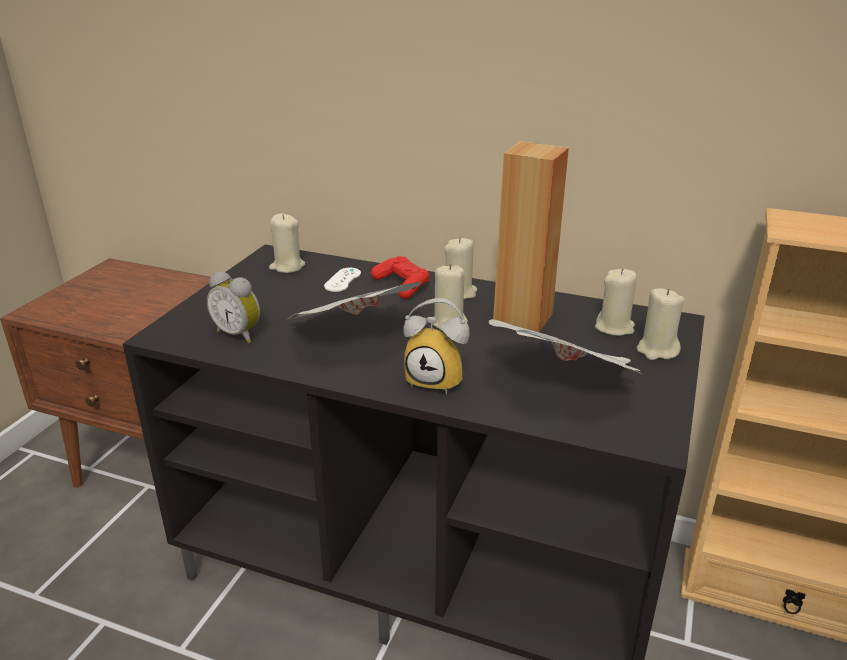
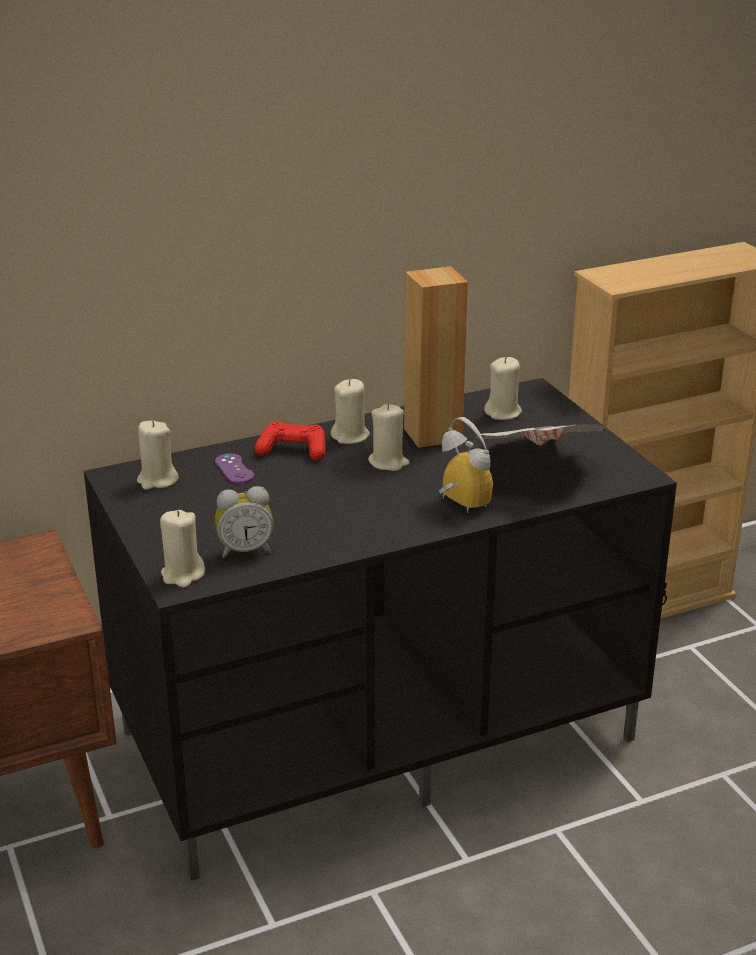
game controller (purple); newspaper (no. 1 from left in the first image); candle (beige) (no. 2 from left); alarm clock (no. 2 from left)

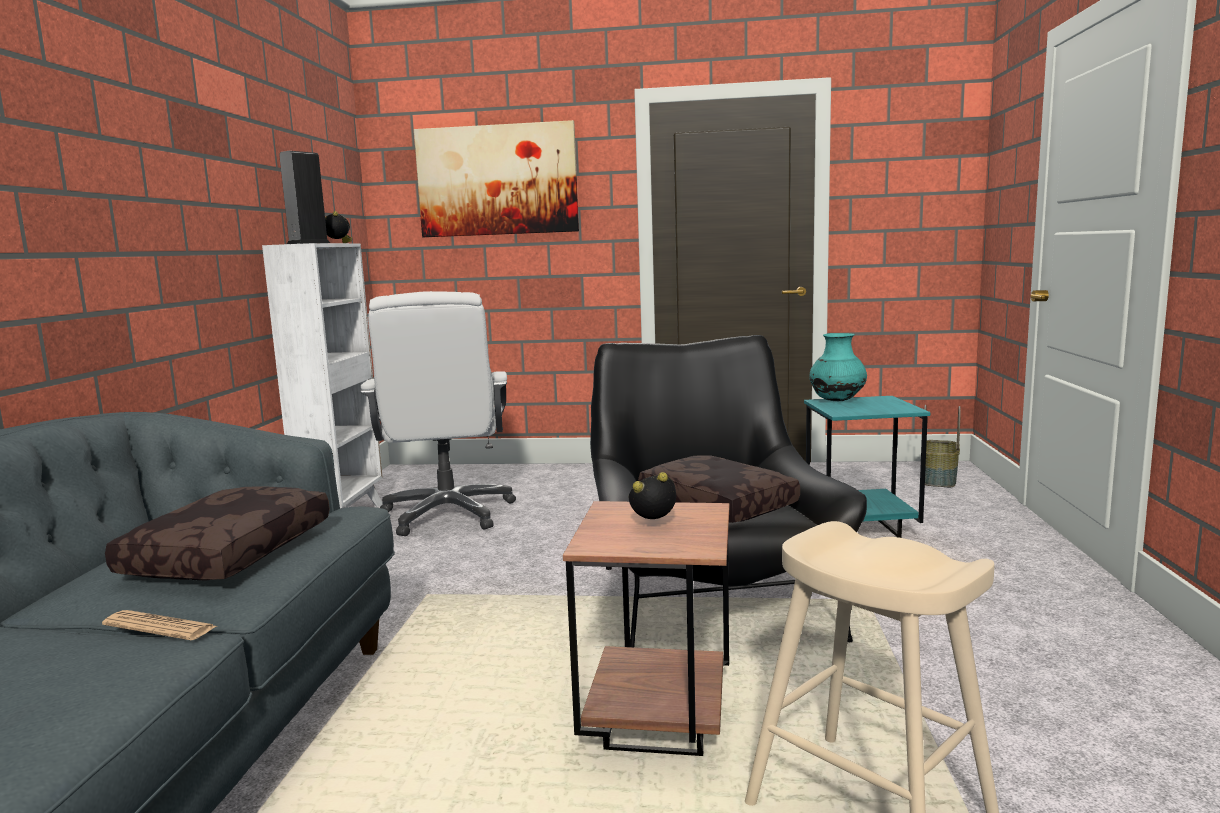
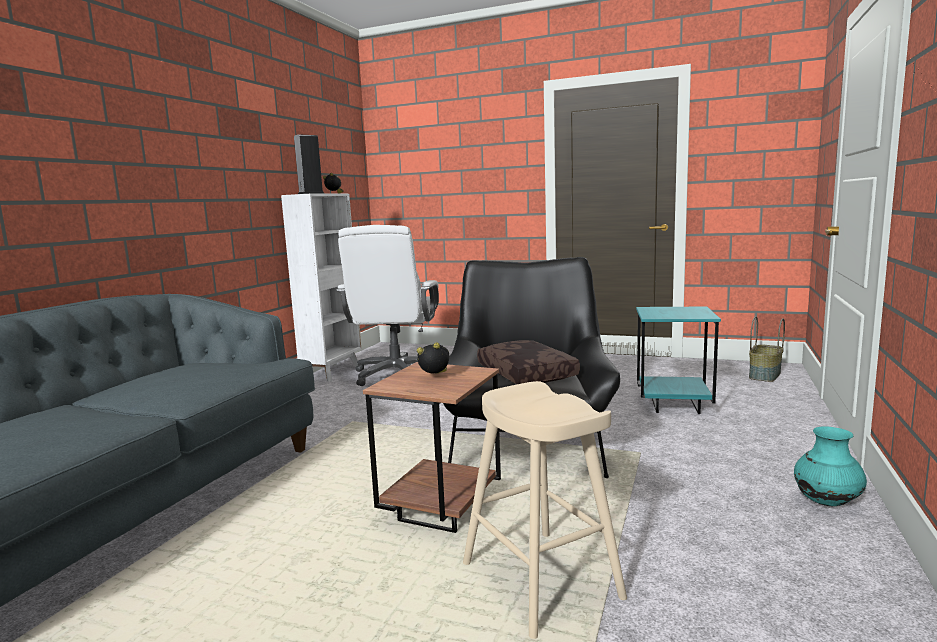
picture; vase (turquoise); pillow (brown) (no. 1 from left in the first image); newspaper

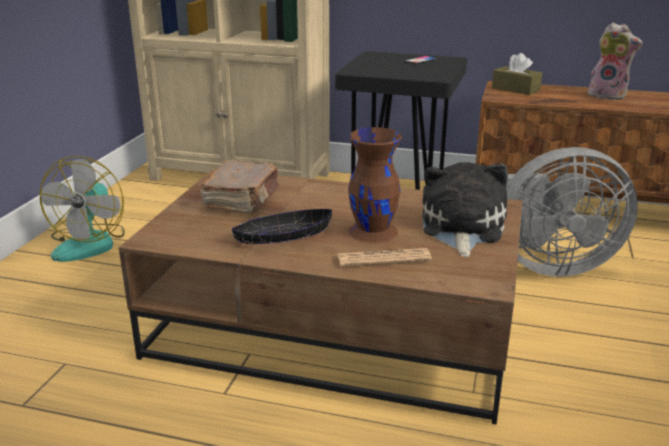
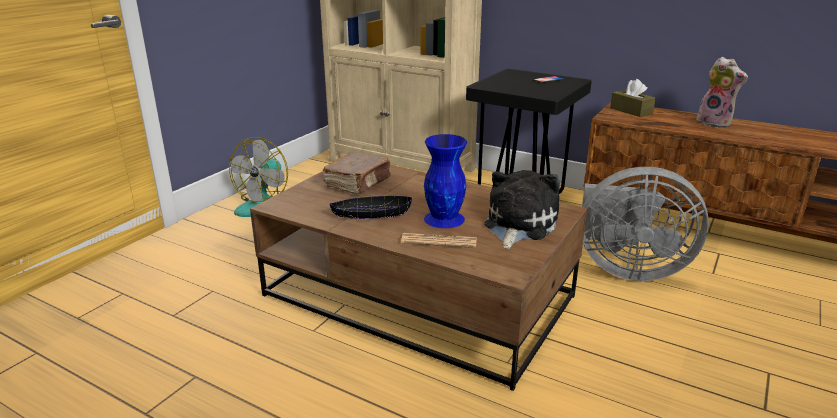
vase (blue)

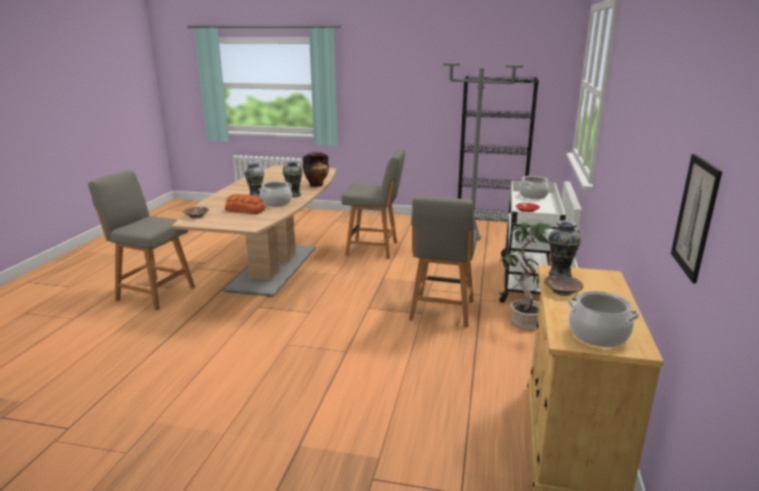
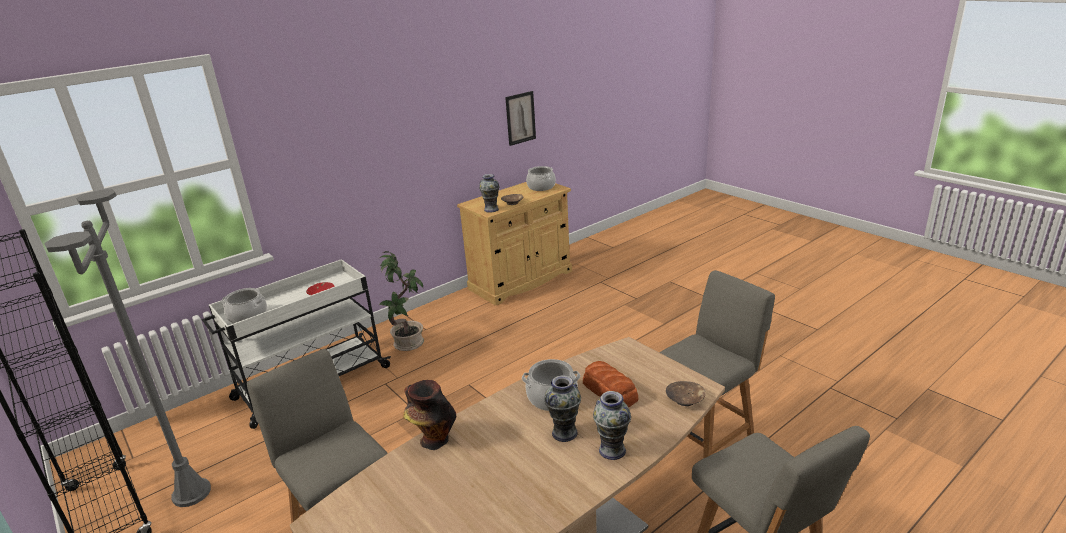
vase (no. 4 from left); chair (grey) (no. 2 from left)

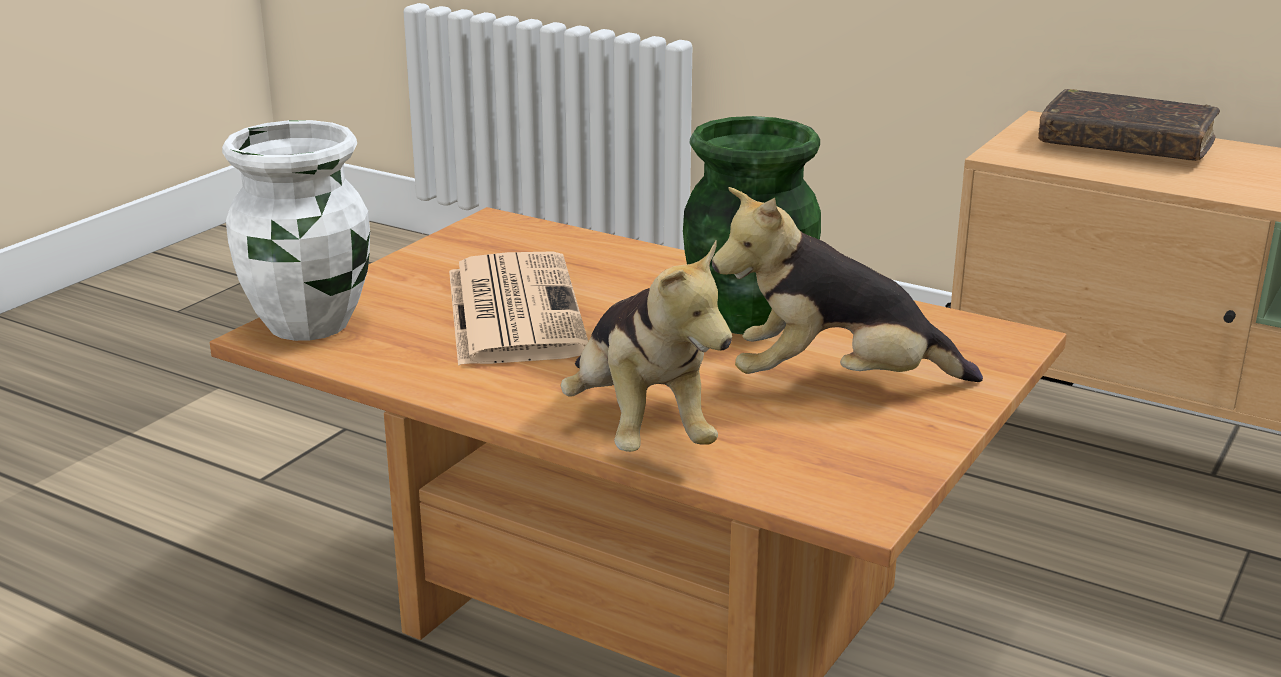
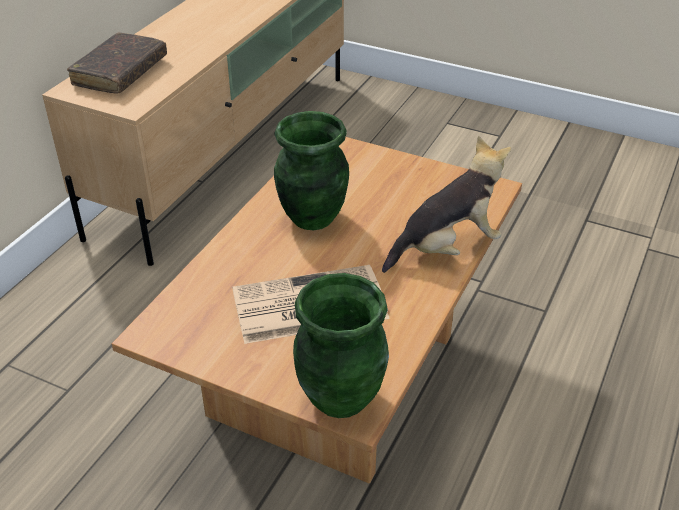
vase (green) (no. 2 from left); plush toy (no. 2 from left in the first image)

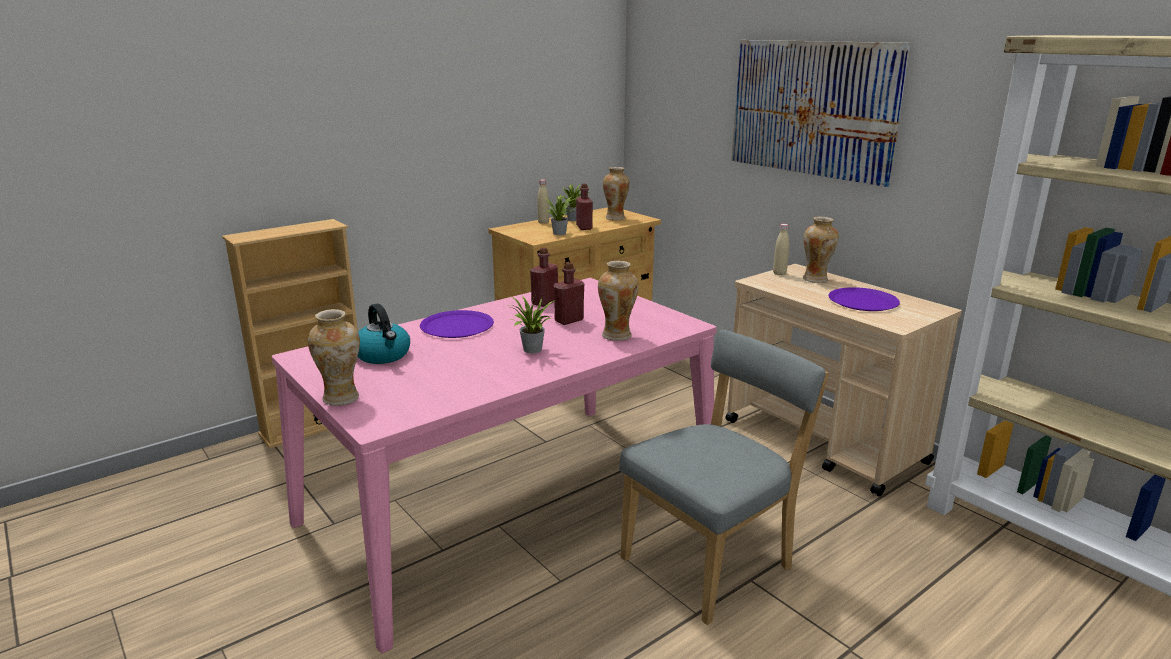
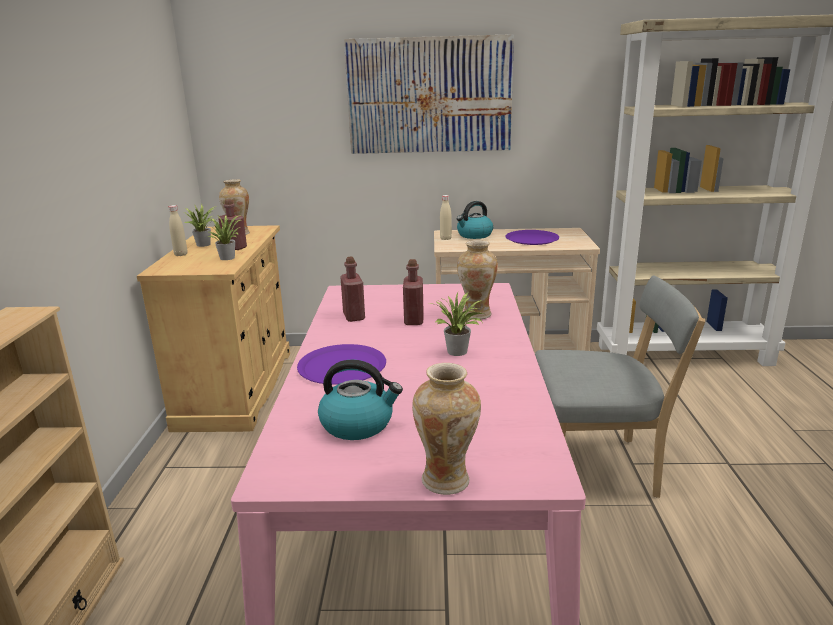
kettle (no. 2 from left); chair (grey)

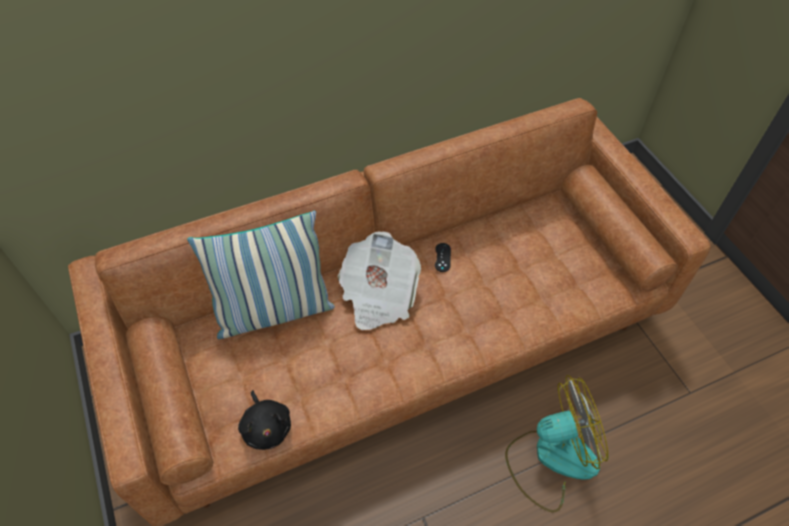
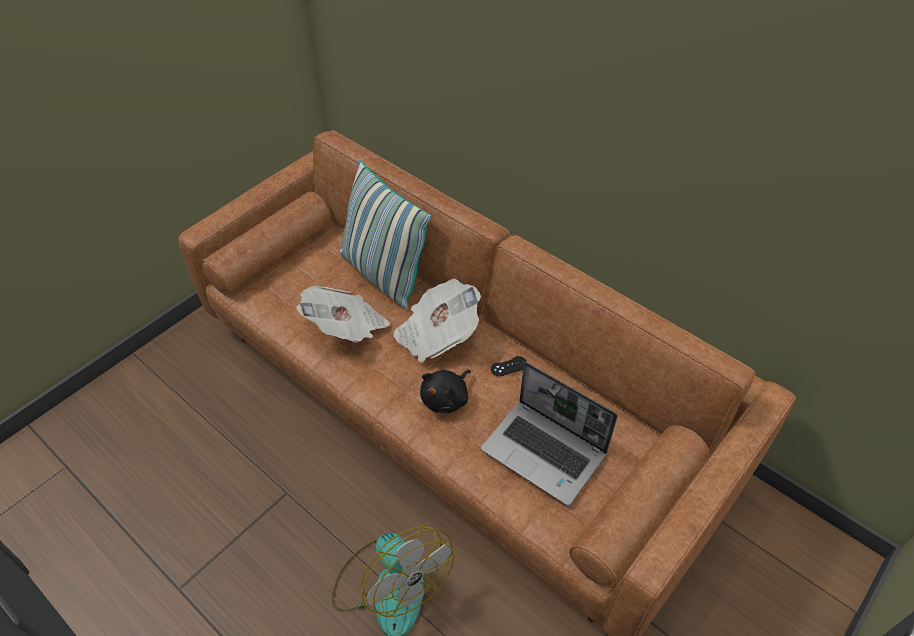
plush toy (black); newspaper (no. 1 from left); laptop

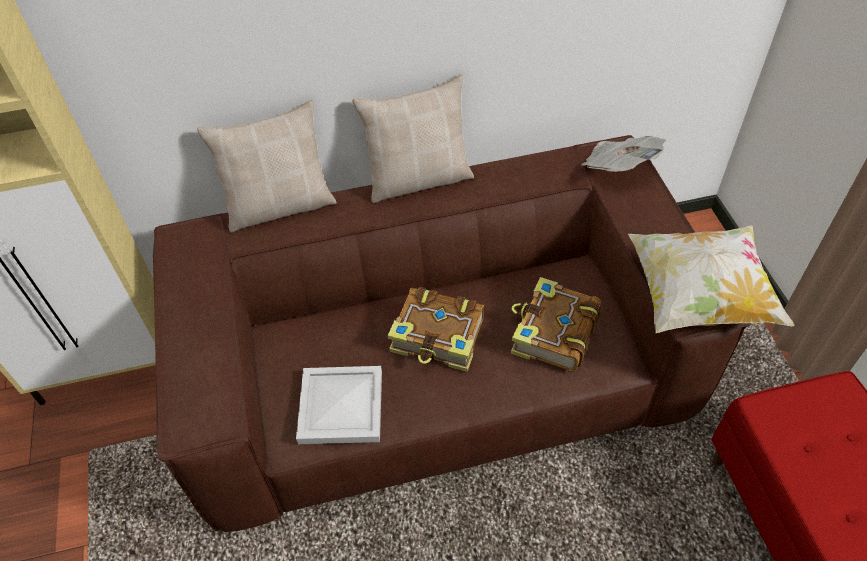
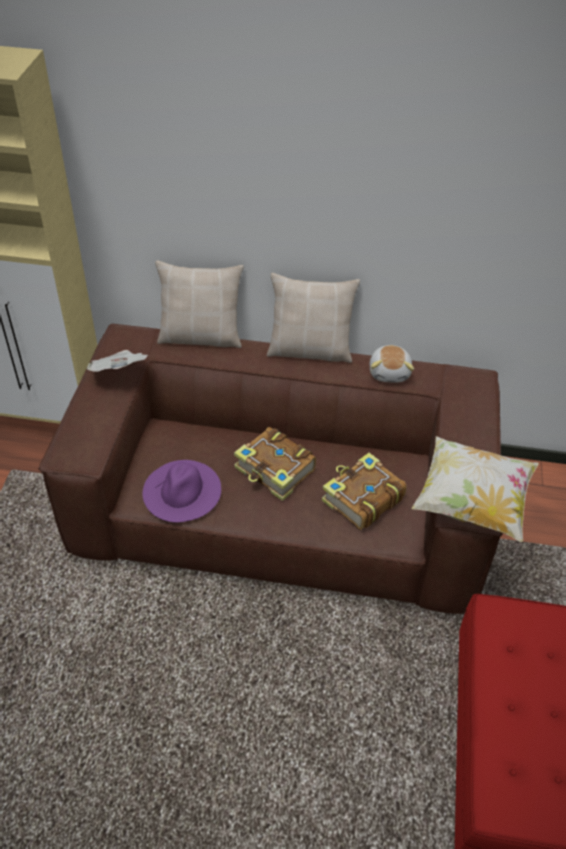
newspaper; hat (purple); plush toy

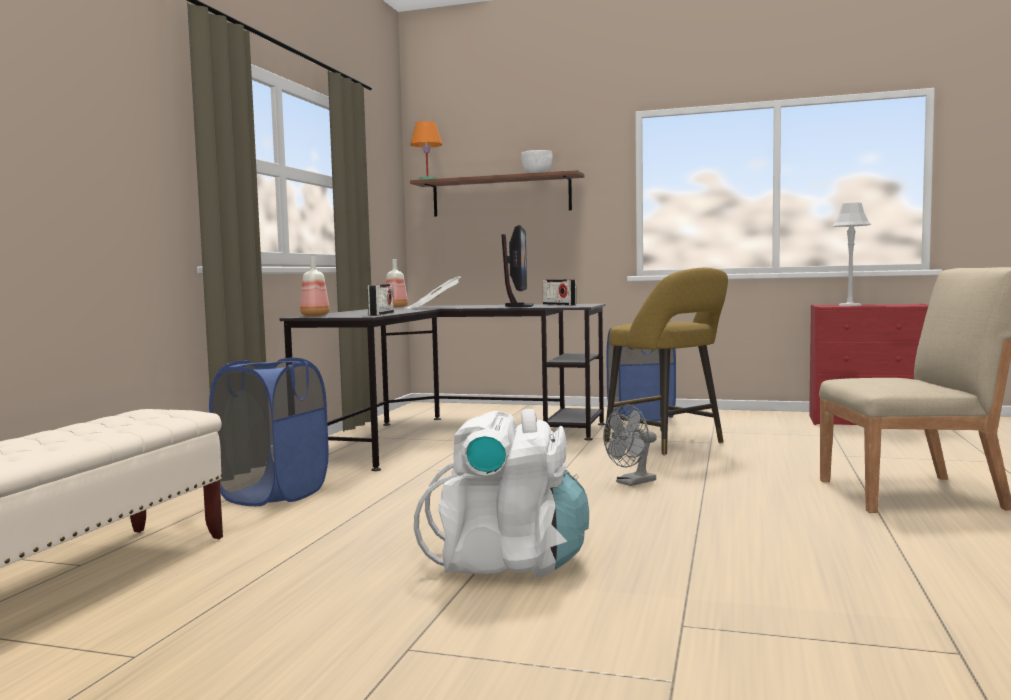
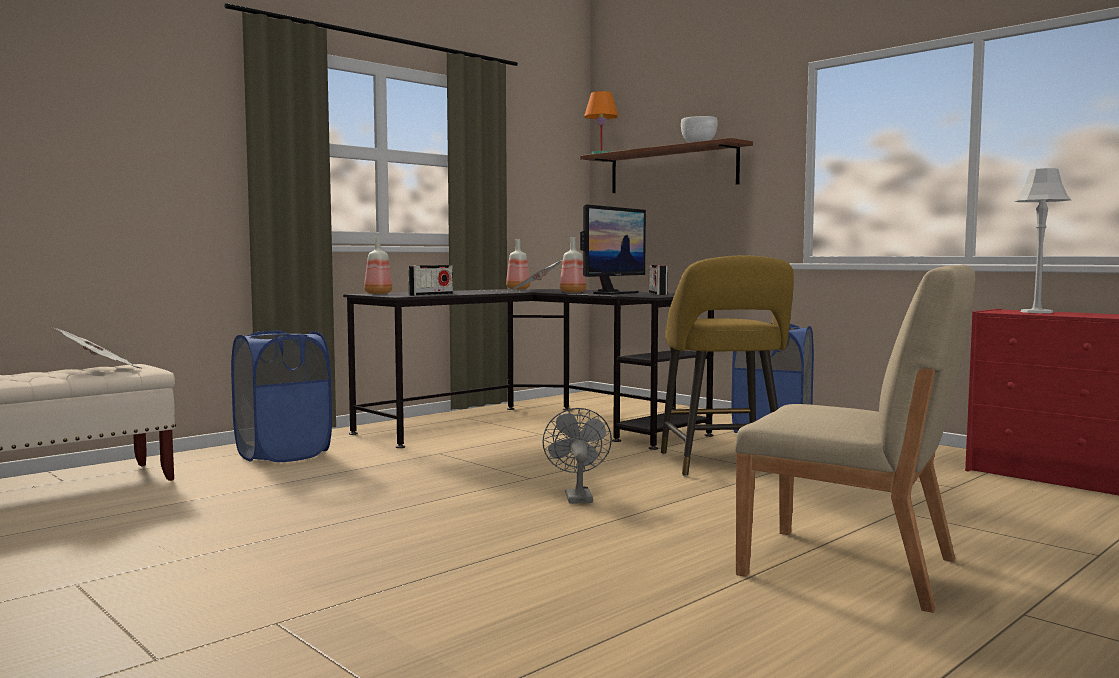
fan (grey); backpack (white); bottle (no. 3 from left); newspaper (no. 1 from left)

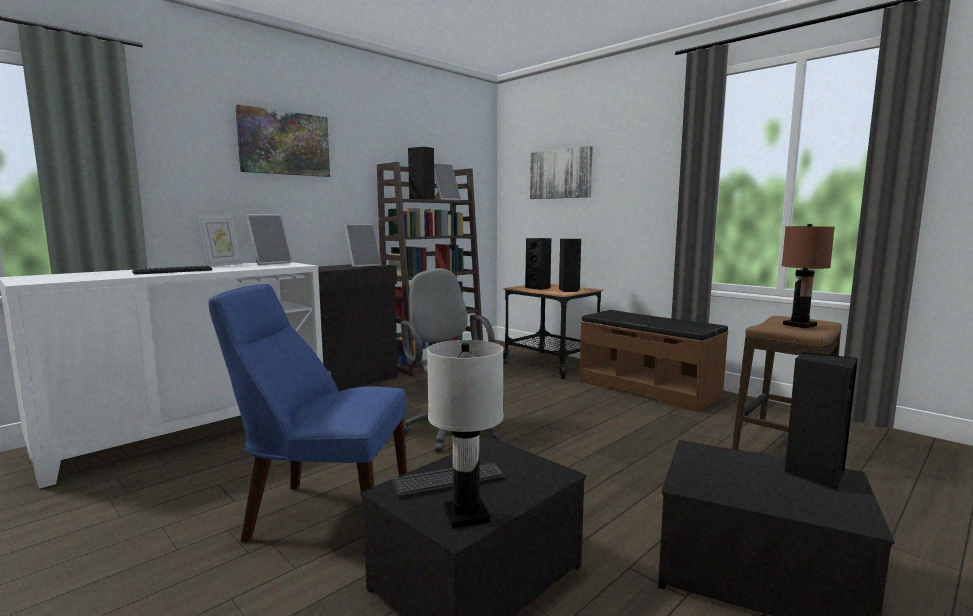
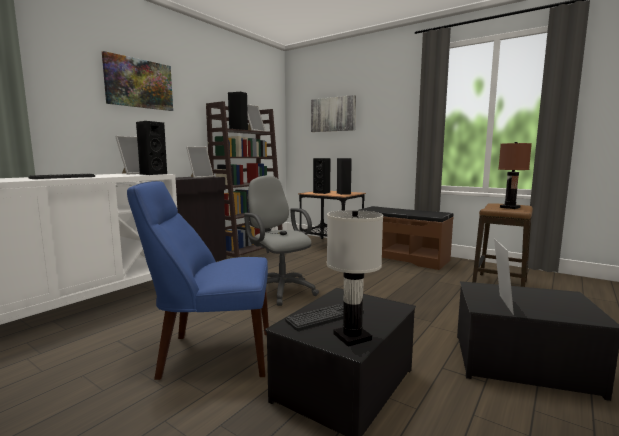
picture frame (no. 4 from left); speaker (black) (no. 1 from left)

